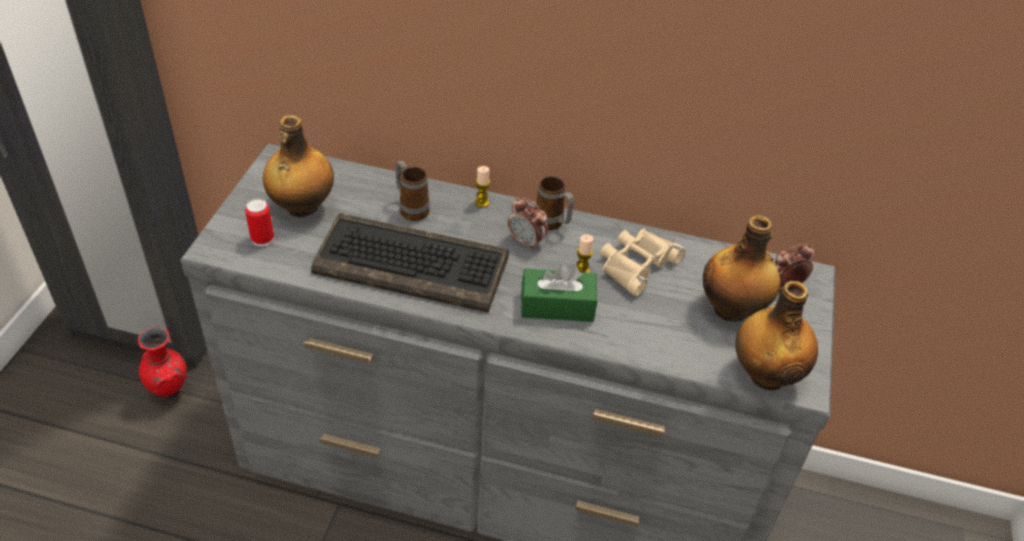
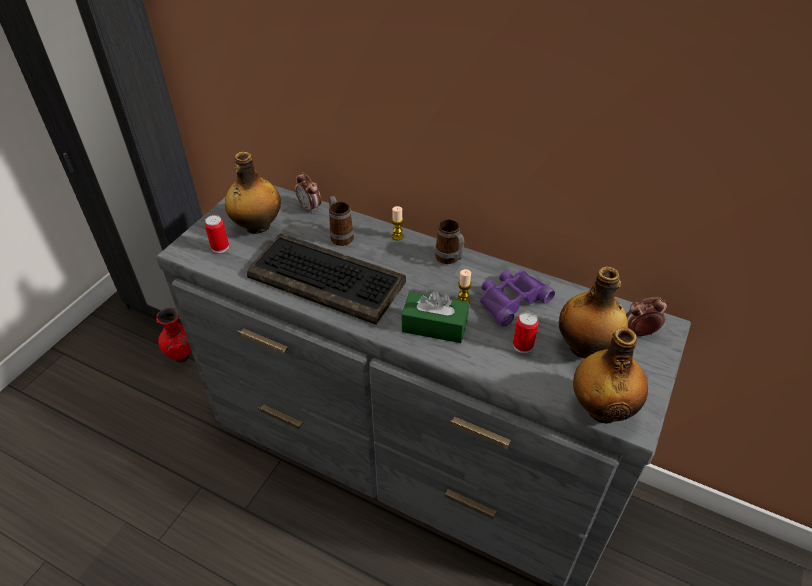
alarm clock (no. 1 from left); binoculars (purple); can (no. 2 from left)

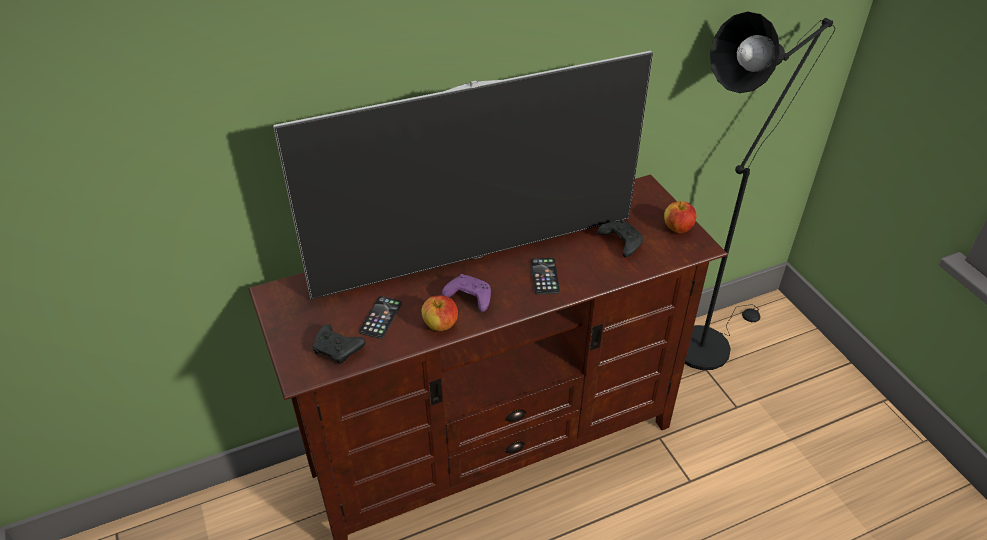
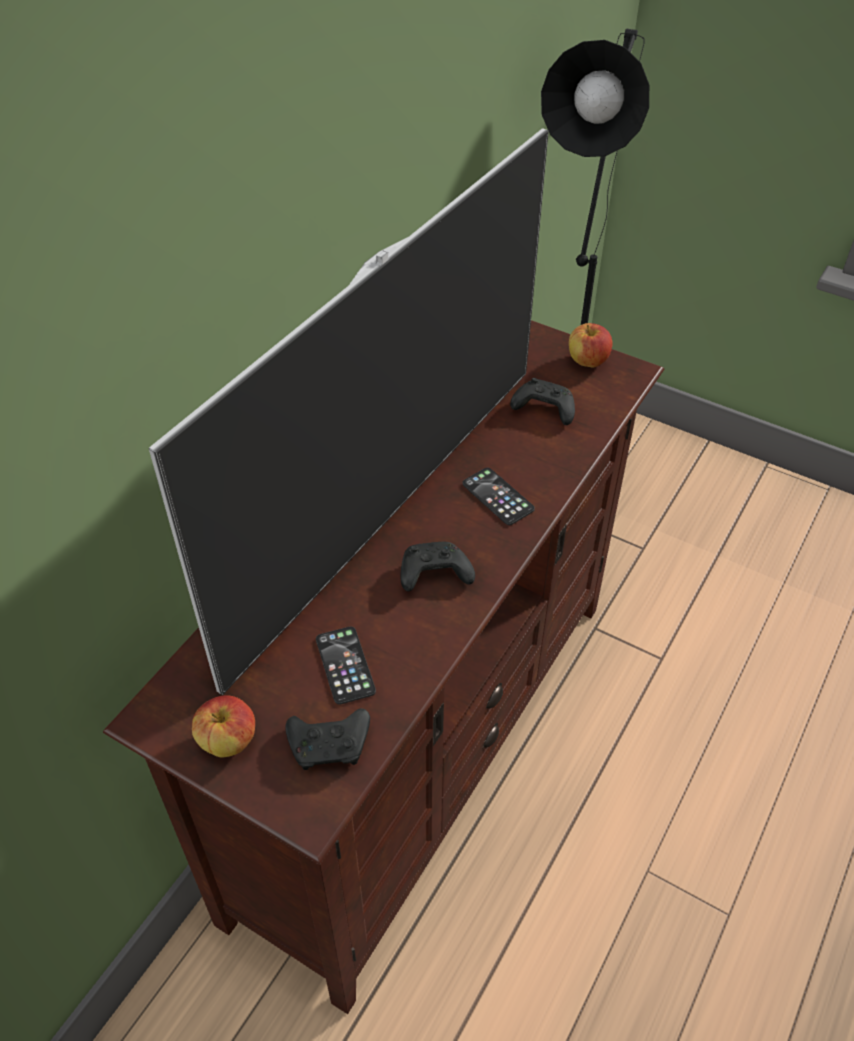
game controller (black) (no. 2 from left); apple (no. 1 from left)

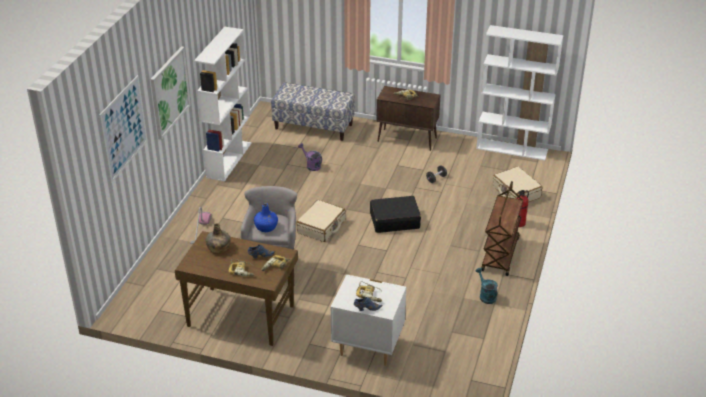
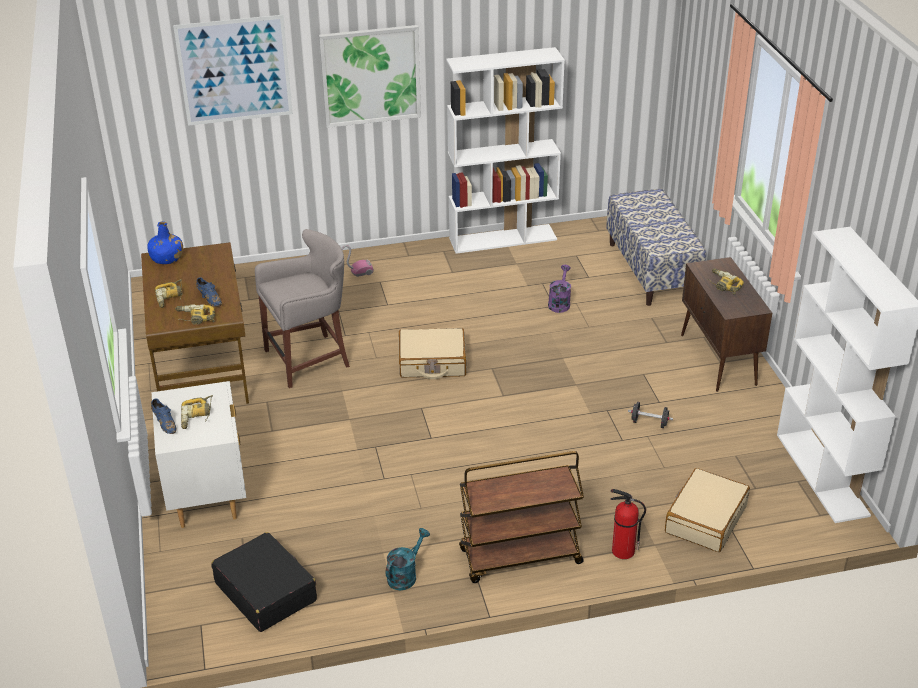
suitcase (black); bottle (blue); bottle (green)

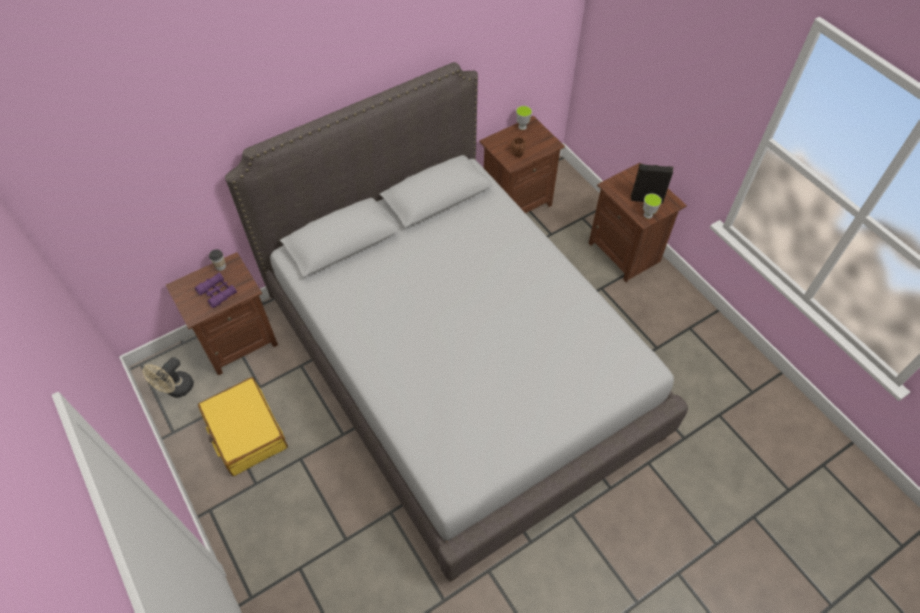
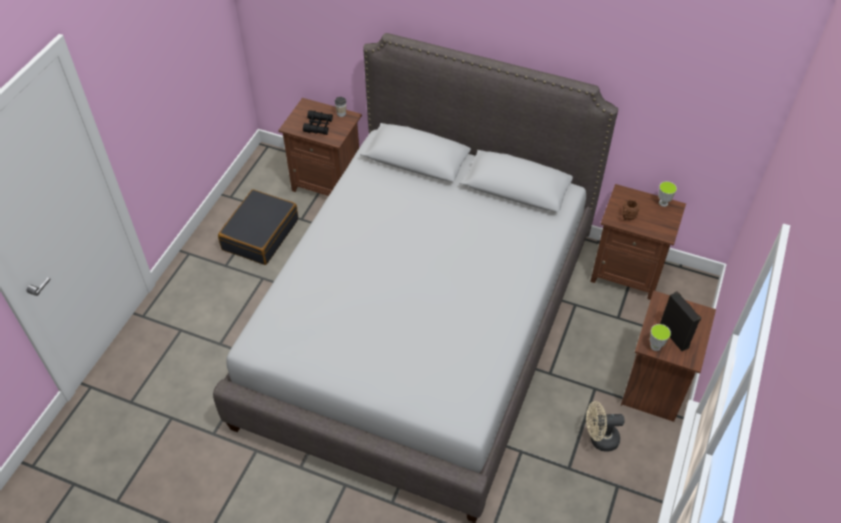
binoculars (black); fan (beige); suitcase (black)

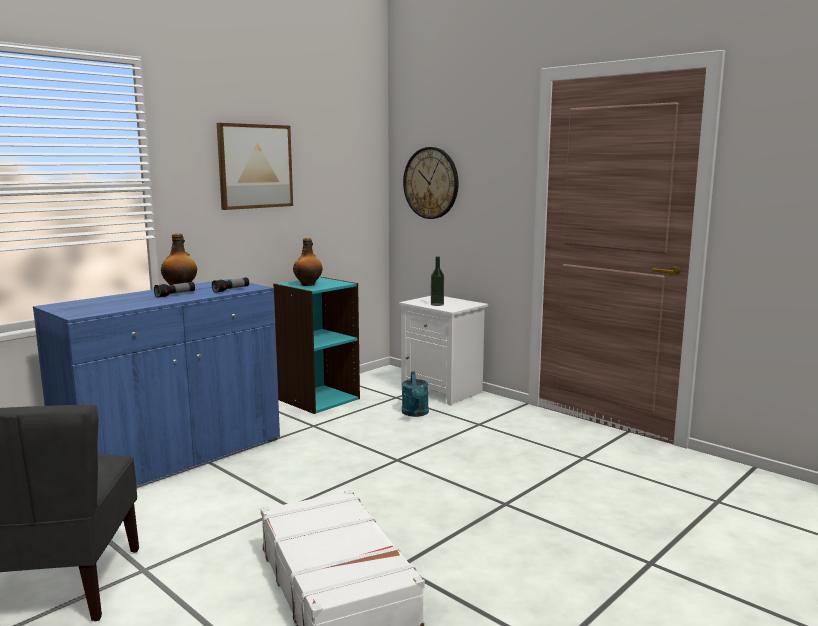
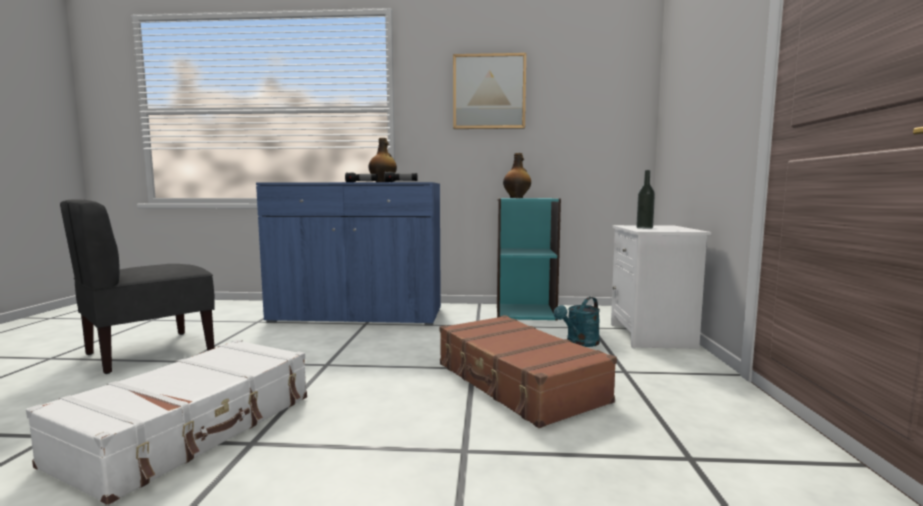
wall clock; suitcase (brown)

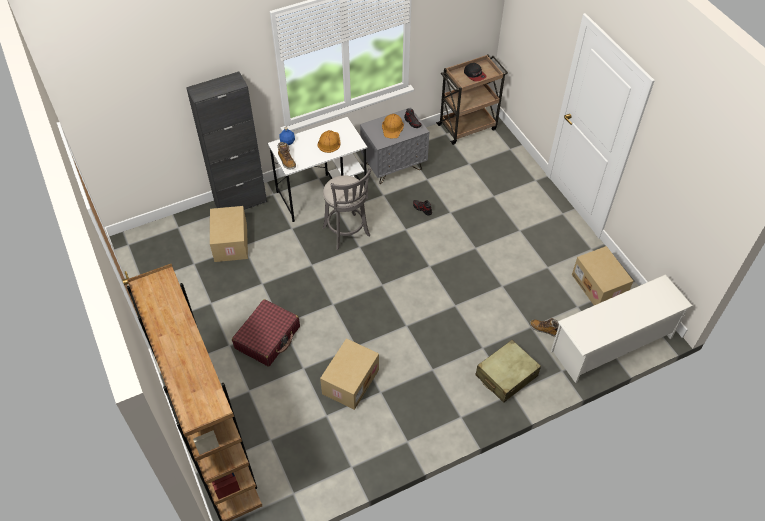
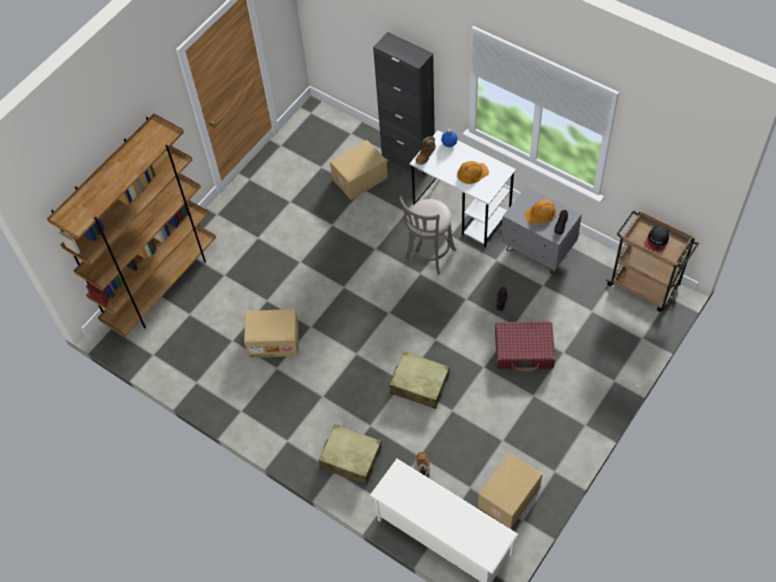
suitcase (red); suitcase (beige) (no. 2 from left)

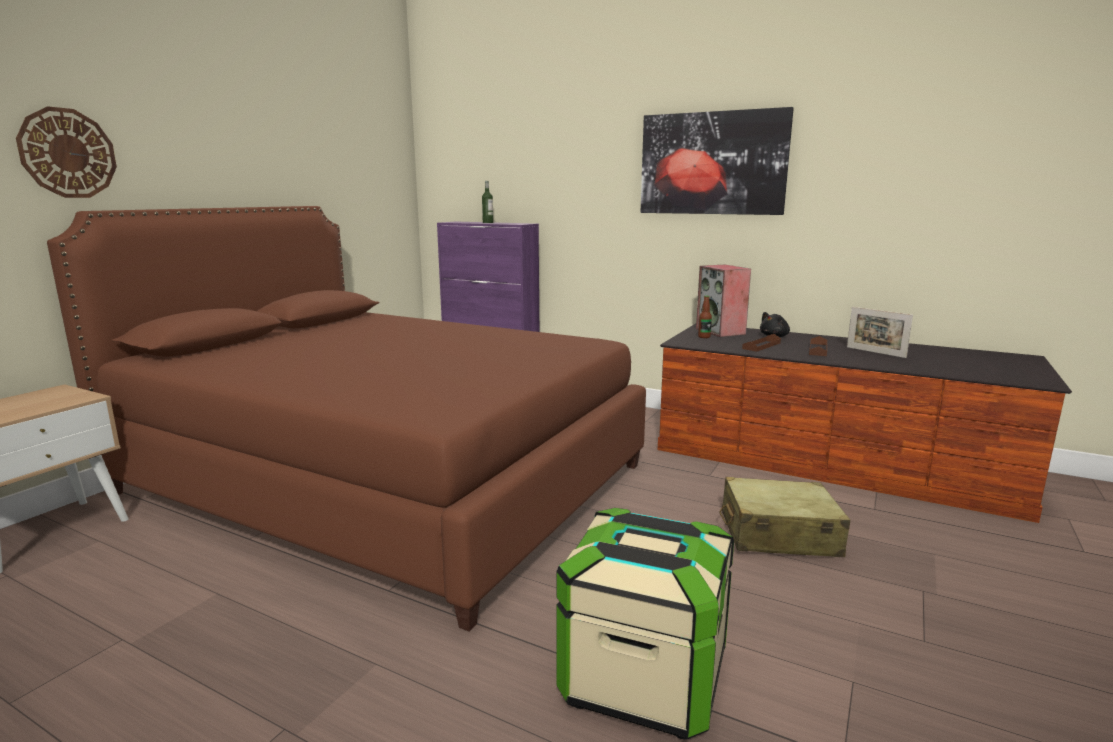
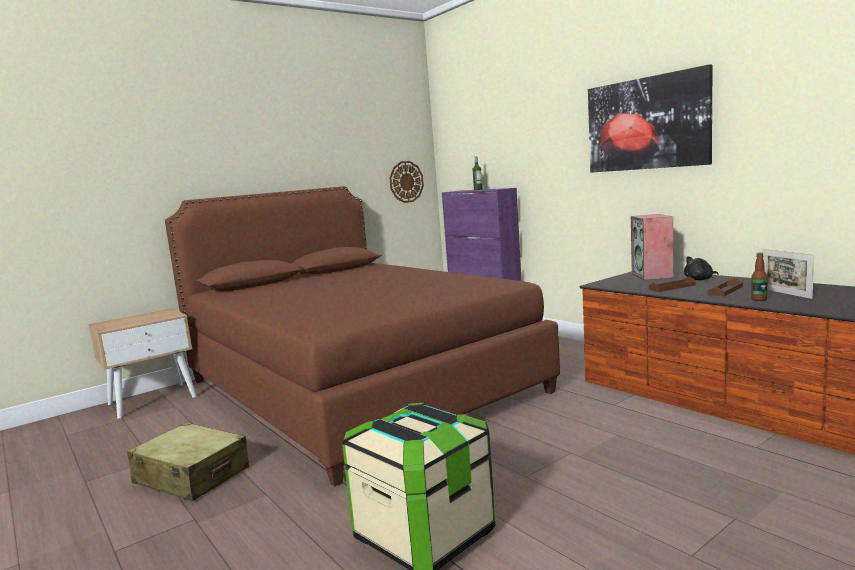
wall clock; bottle (no. 2 from left); suitcase (beige)

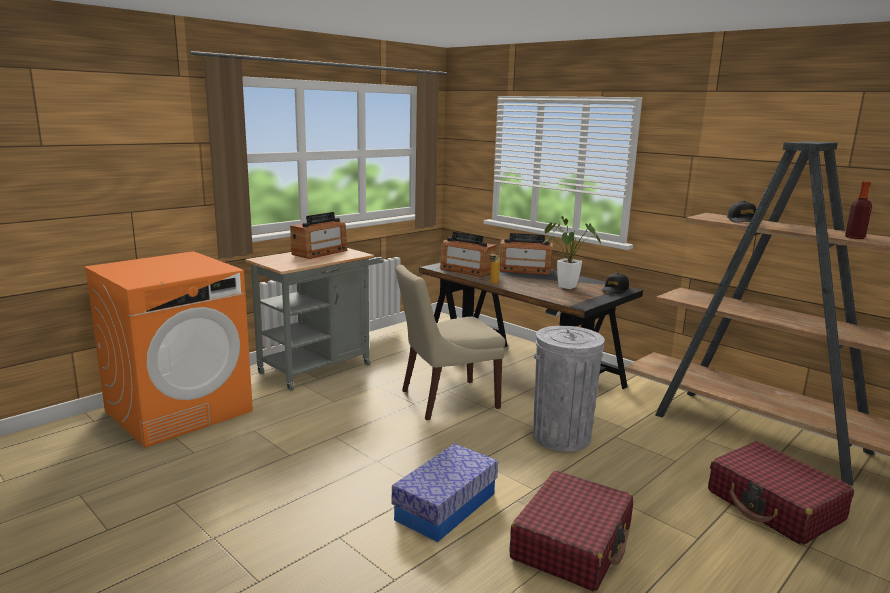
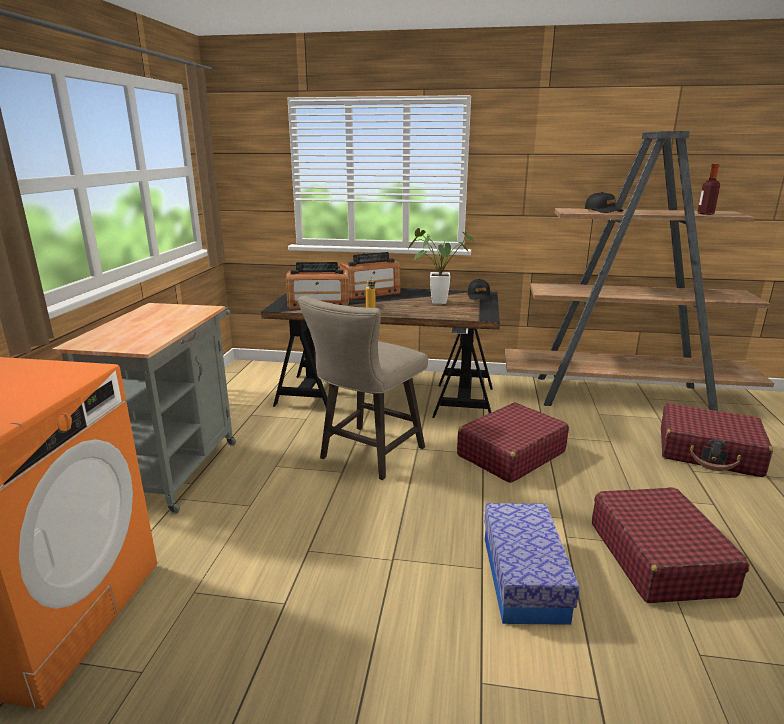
radio (no. 1 from left in the first image); stool (beige); suitcase (red) (no. 1 from left)

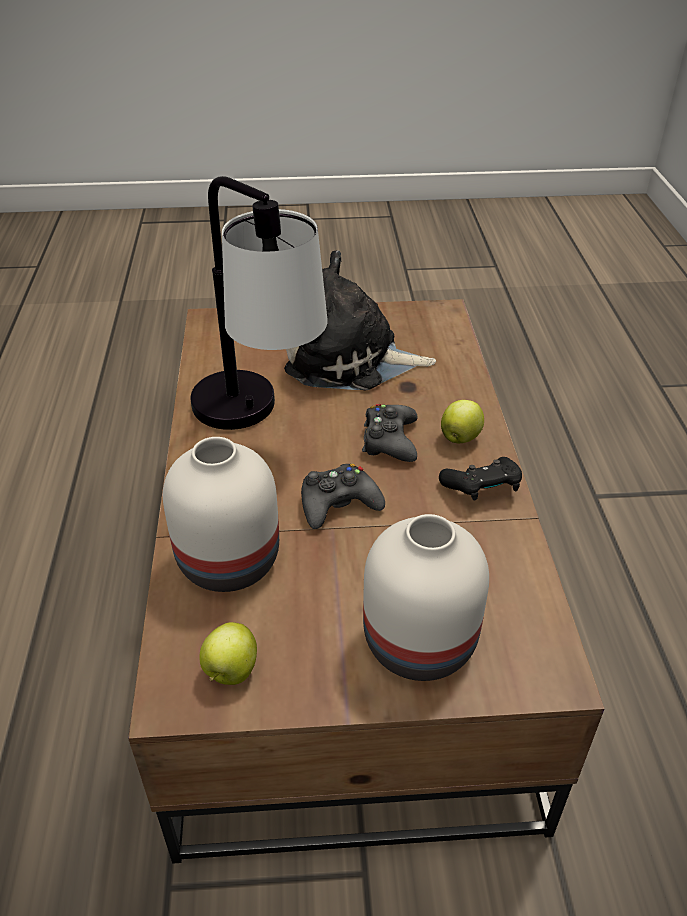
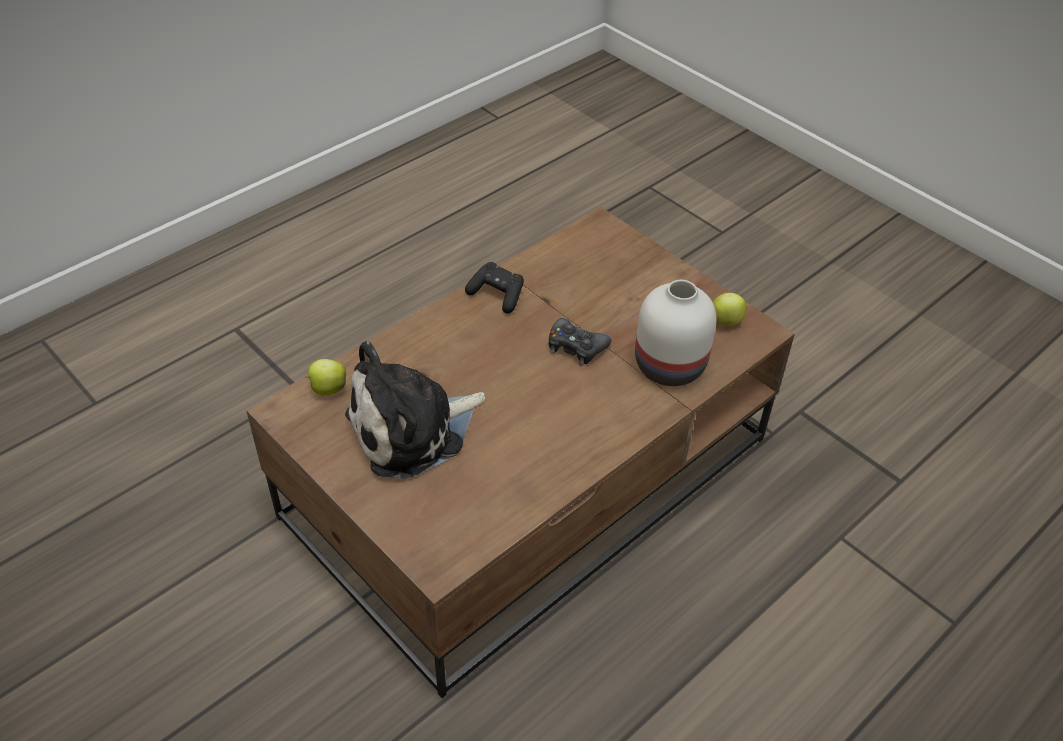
table lamp; plush toy; apple (no. 1 from left); game controller (black) (no. 2 from left in the first image); vase (white) (no. 2 from left in the first image)

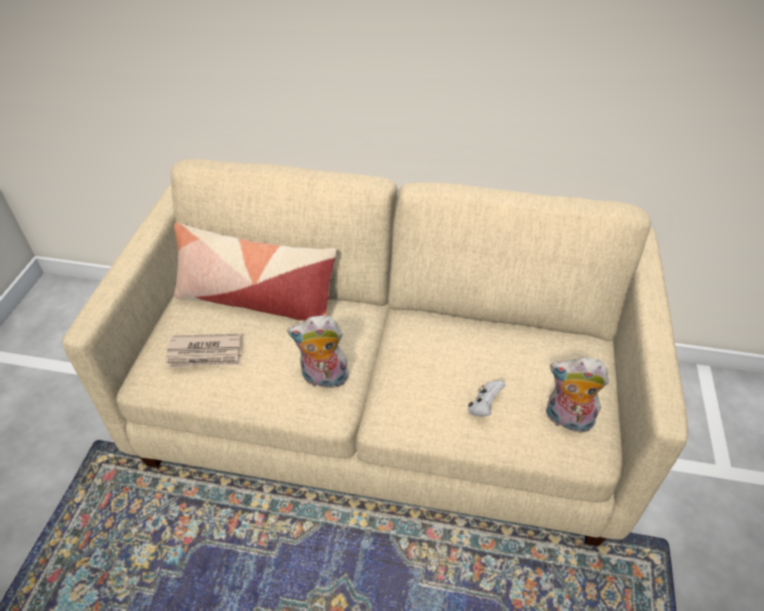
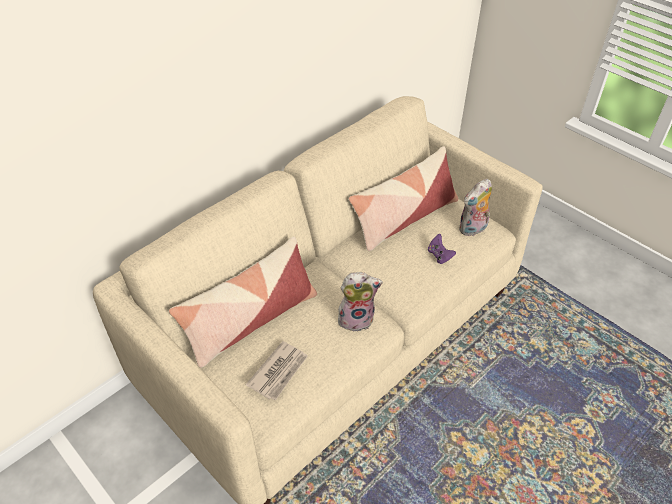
plush toy (no. 1 from left); game controller (purple); pillow (no. 2 from left)

